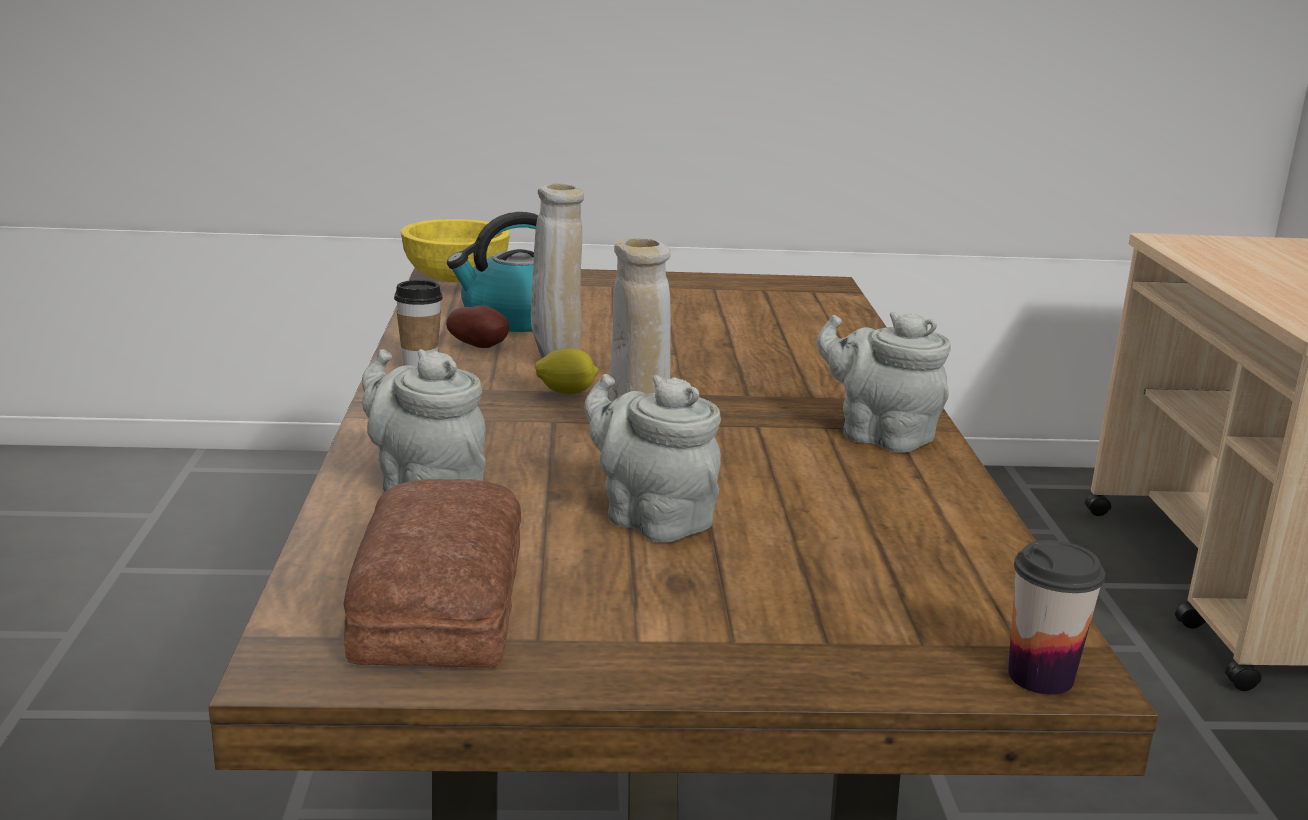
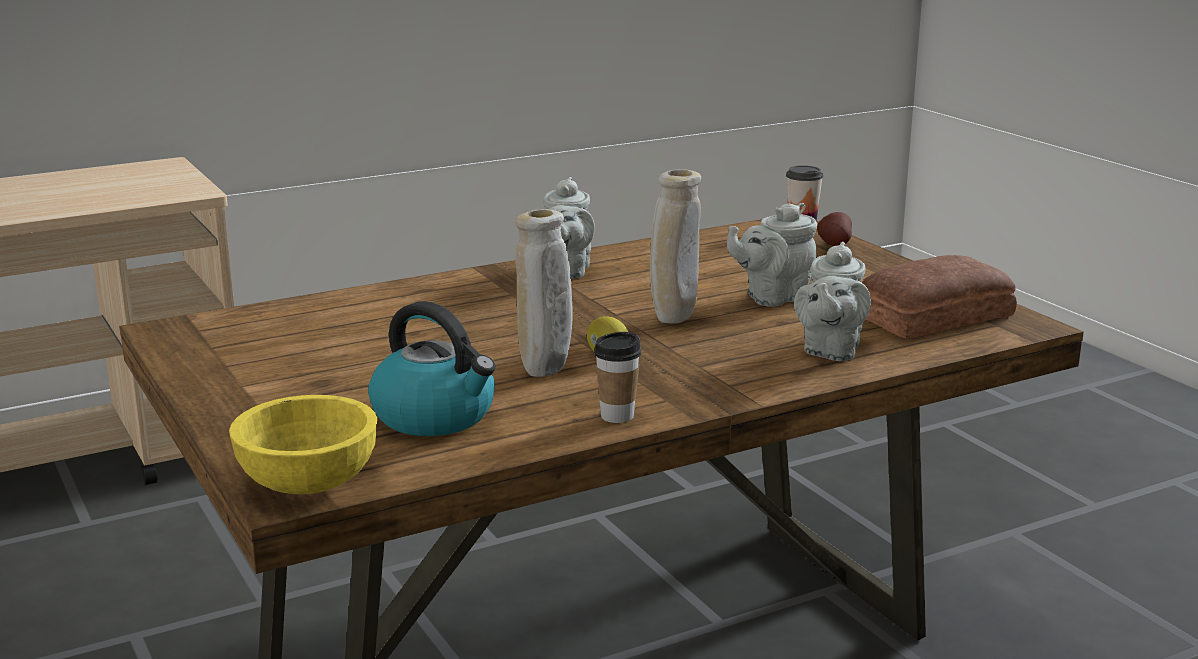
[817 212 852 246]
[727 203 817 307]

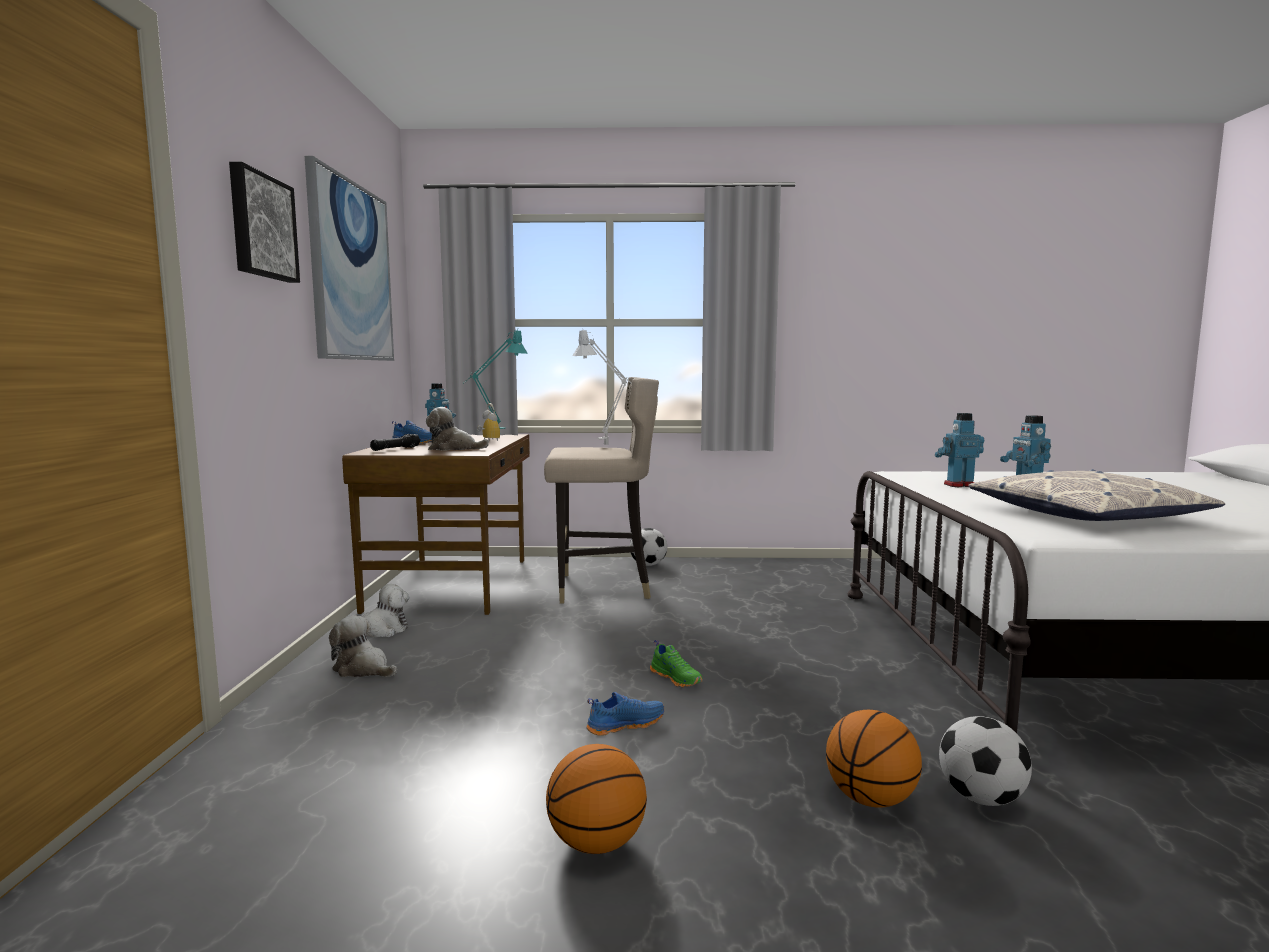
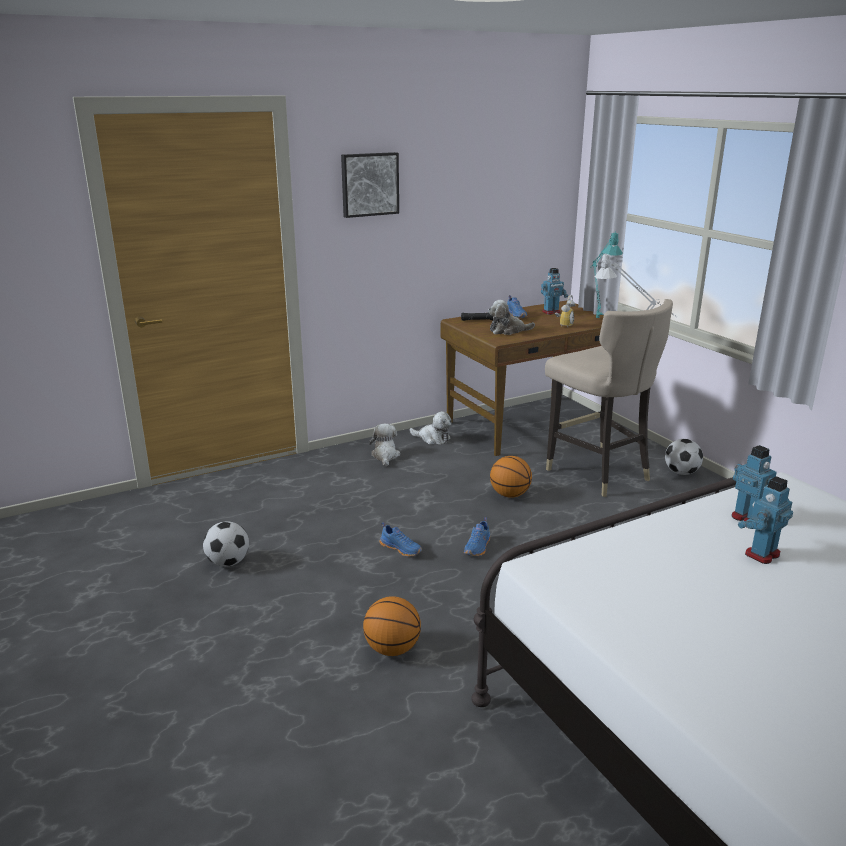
[305 156 394 361] (first image)
[968 469 1225 521] (first image)
[490 456 532 498]
[203 521 249 567]
[464 517 490 556]
[488 300 535 335]

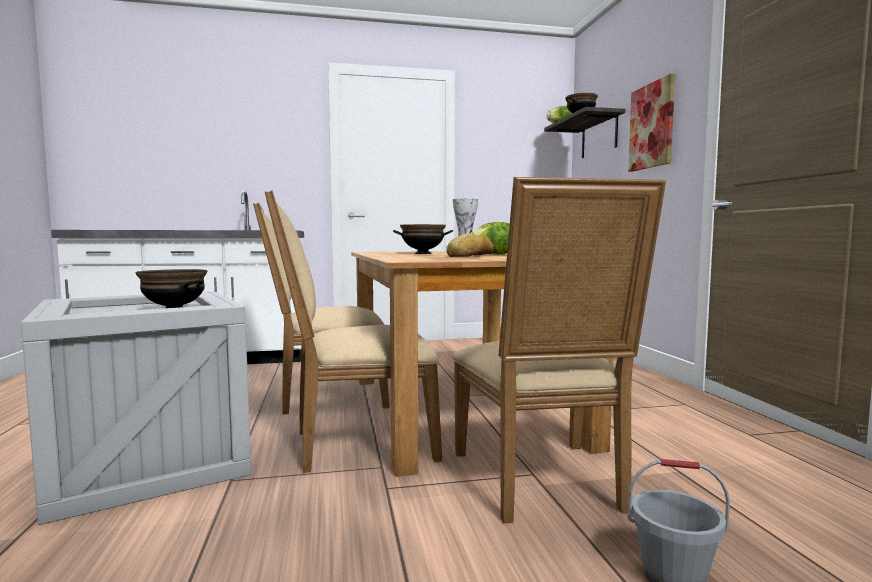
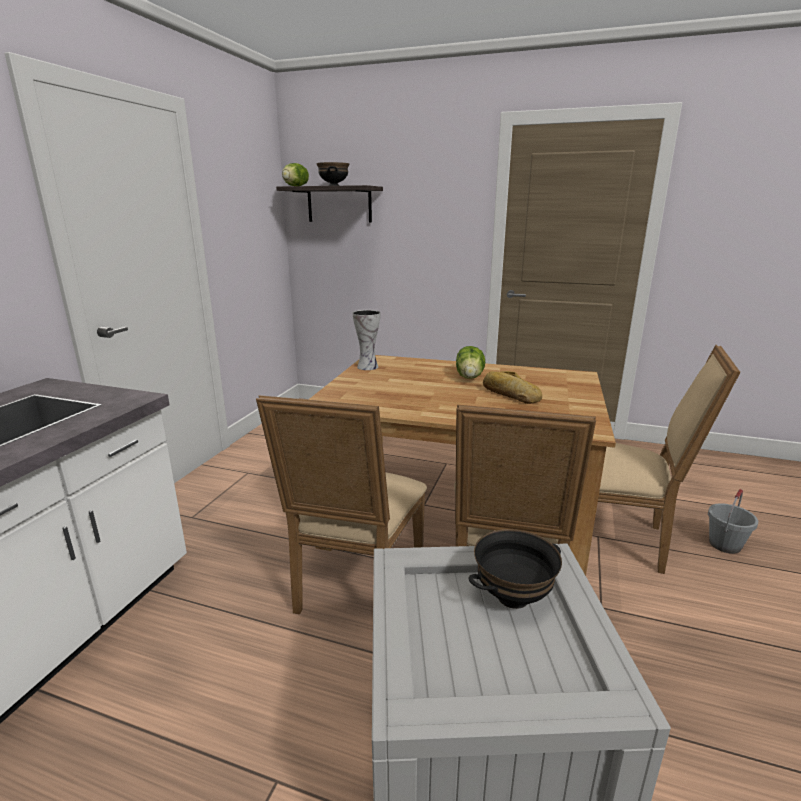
[393 224 453 254] (first image)
[628 73 675 172] (first image)

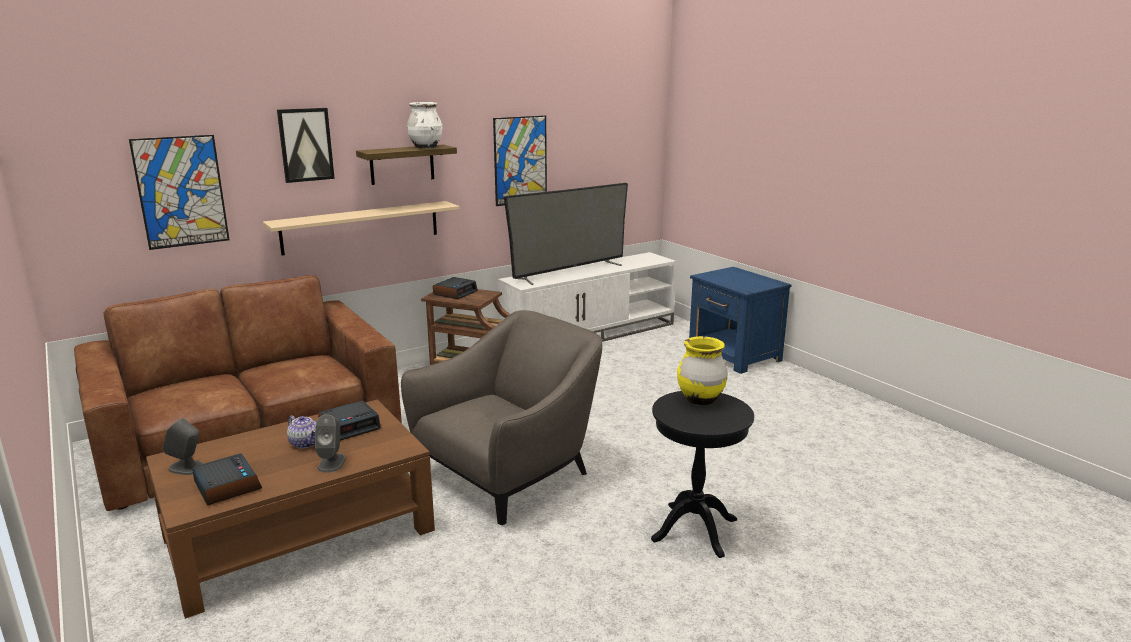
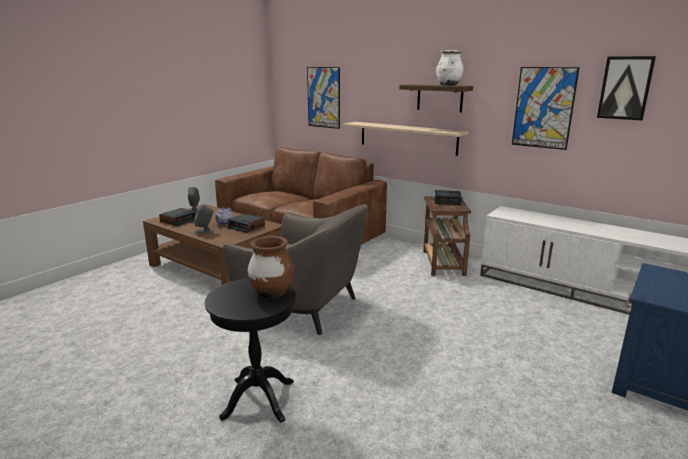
[504 183 628 285] (first image)
[597 56 656 120]
[248 236 294 299]

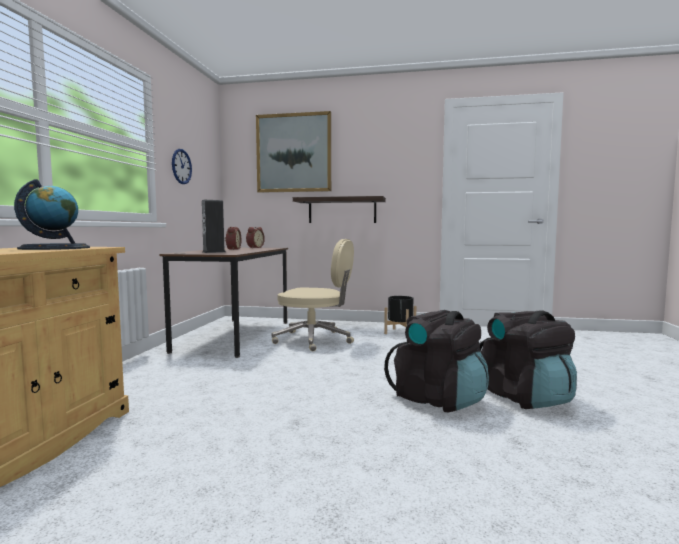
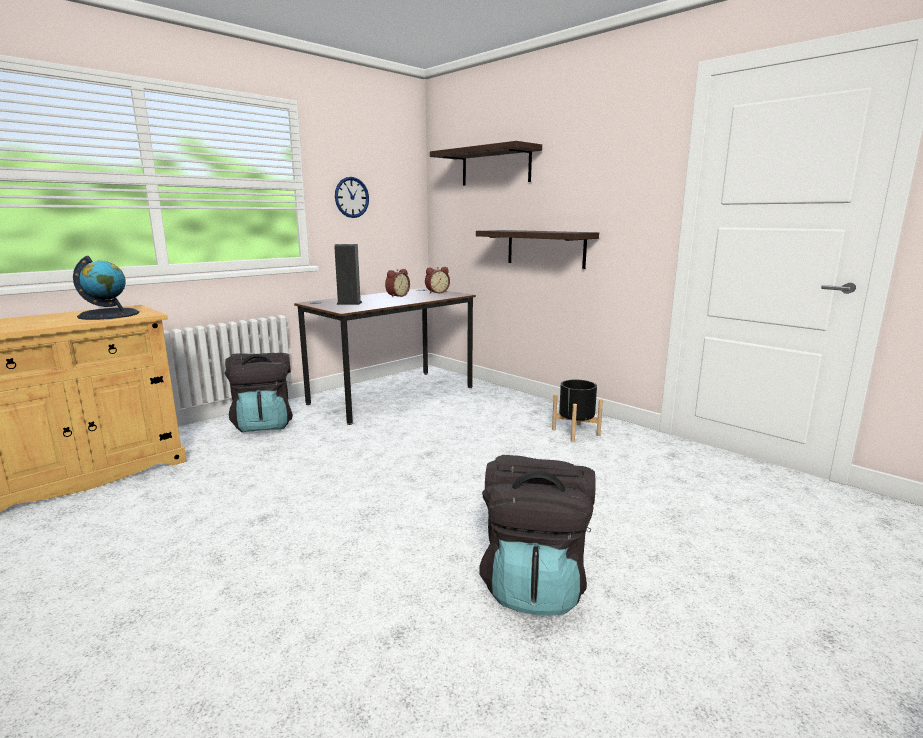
[272 239 354 351] (first image)
[225 353 293 432]
[430 141 542 186]

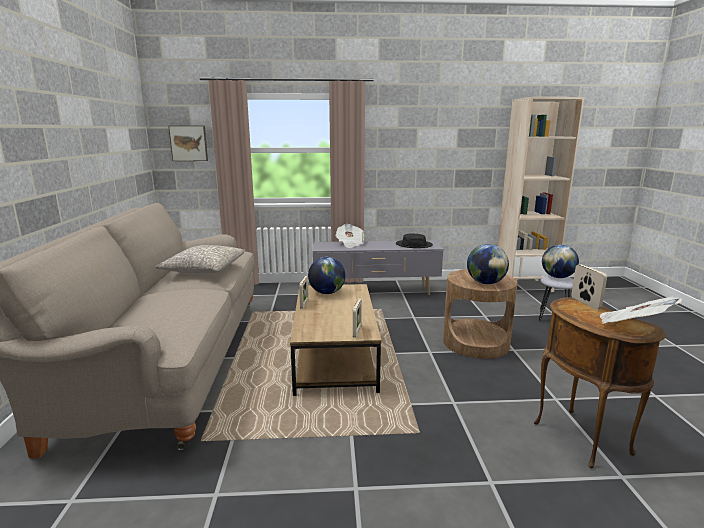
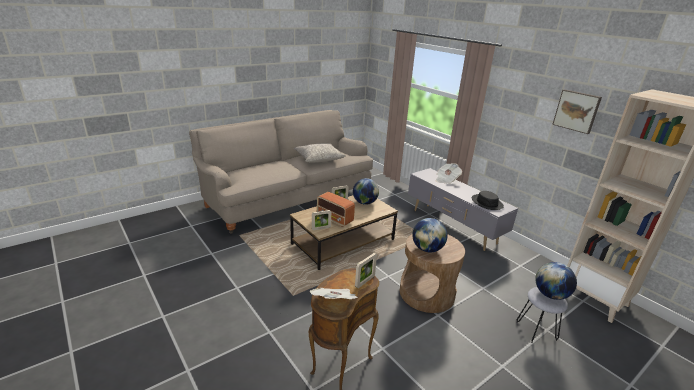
[317 192 355 227]
[552 89 602 134]

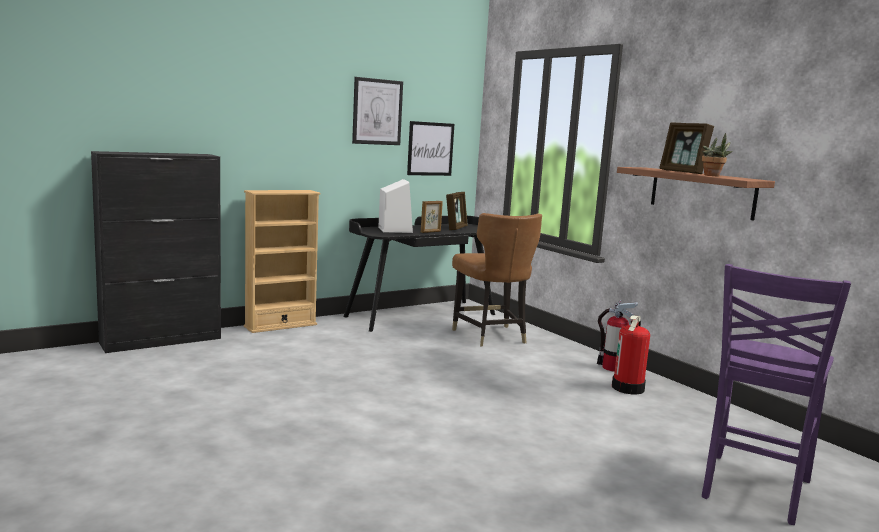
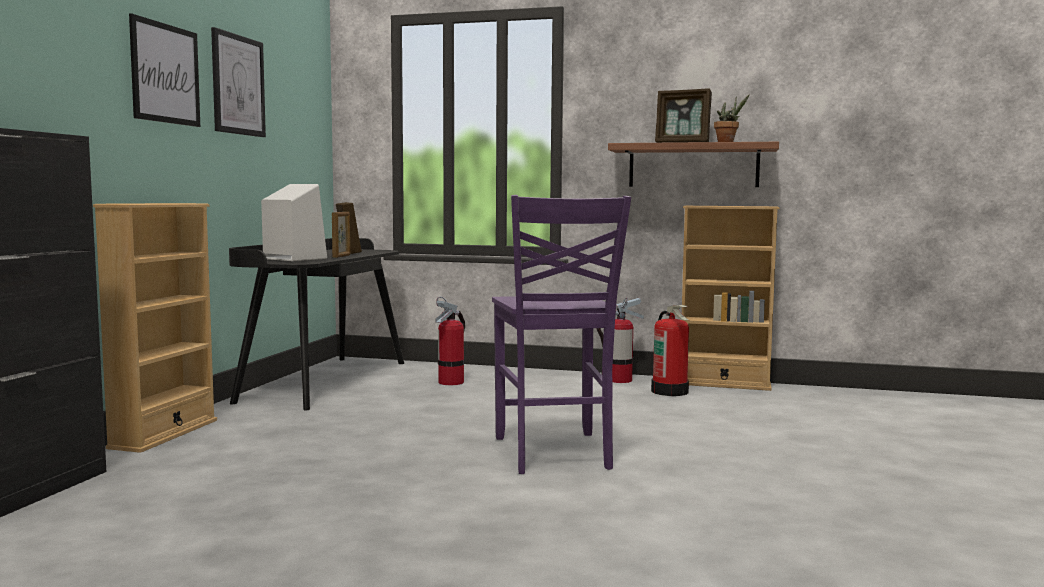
[681 206 779 391]
[129 13 200 127]
[492 195 631 474]
[435 297 465 385]

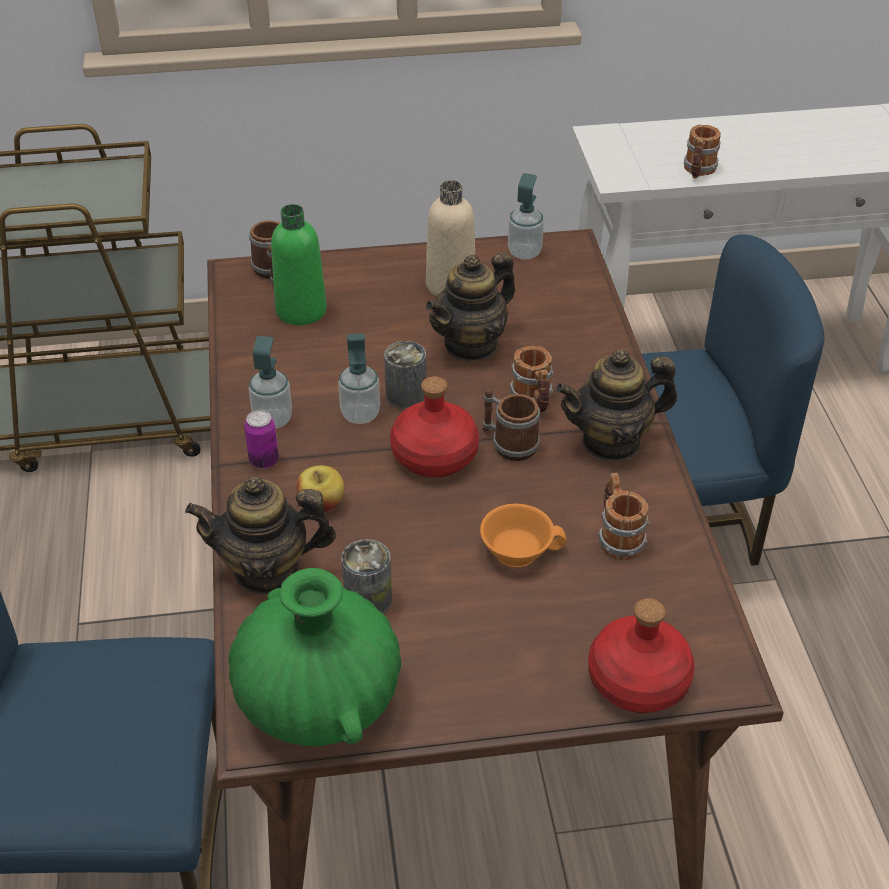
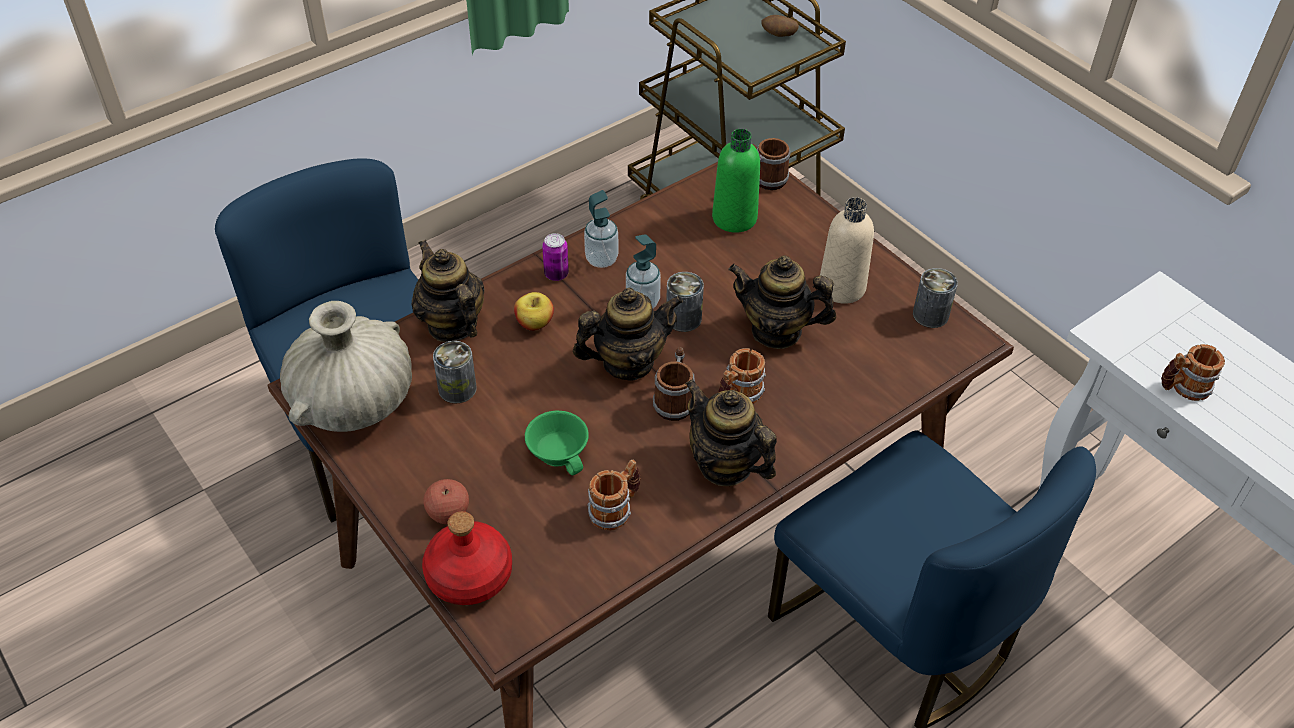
[423 479 469 524]
[761 15 799 37]
[573 288 683 381]
[913 268 958 328]
[280 301 412 432]
[525 411 589 475]

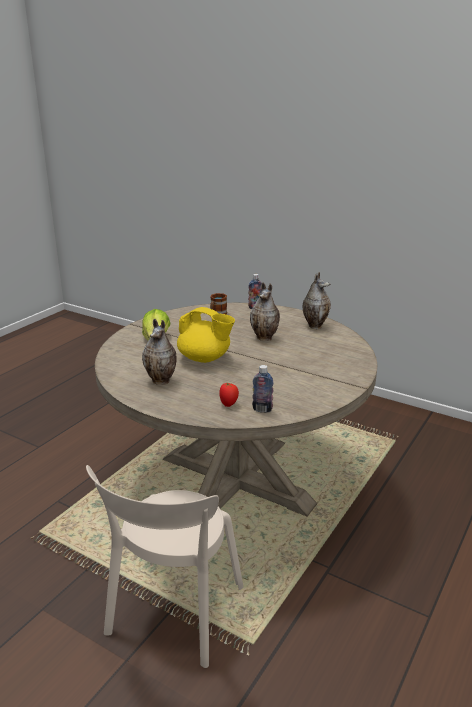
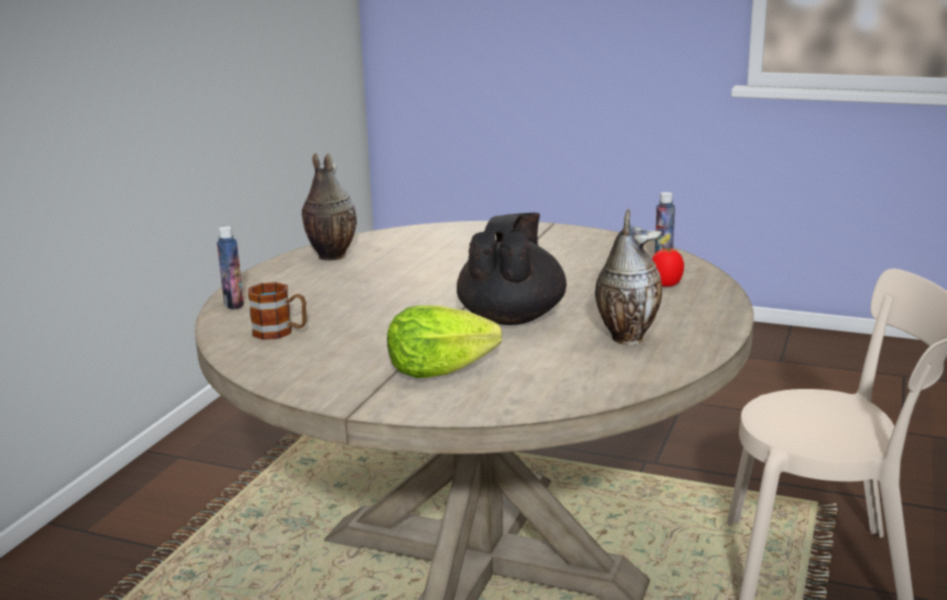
[250 282 280 341] (first image)
[457 213 567 325]

